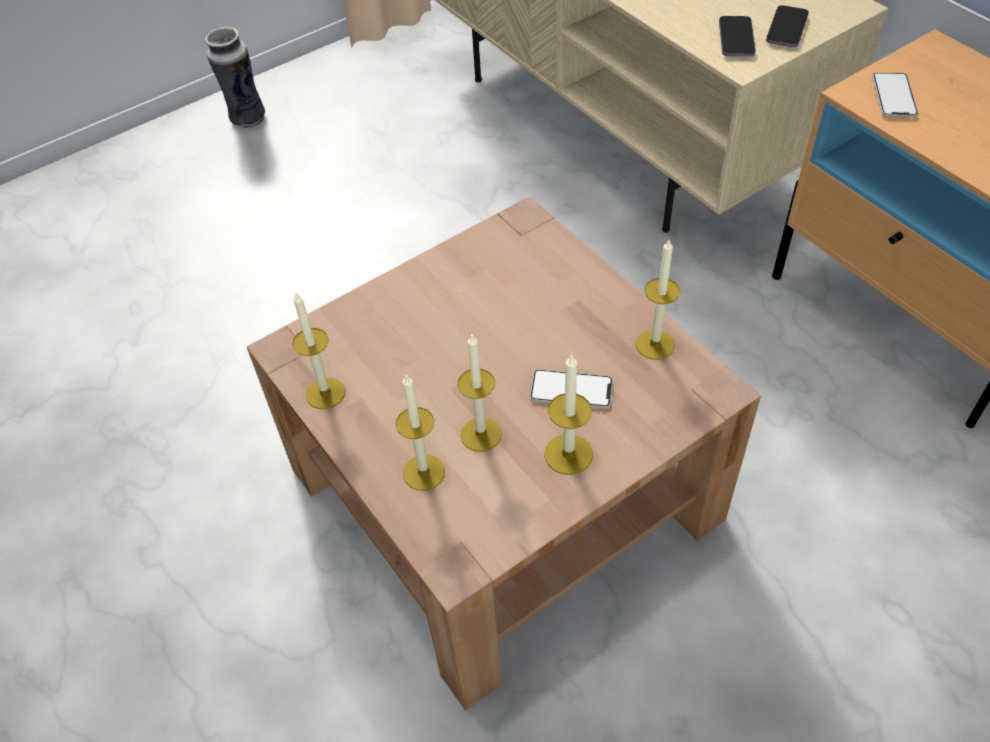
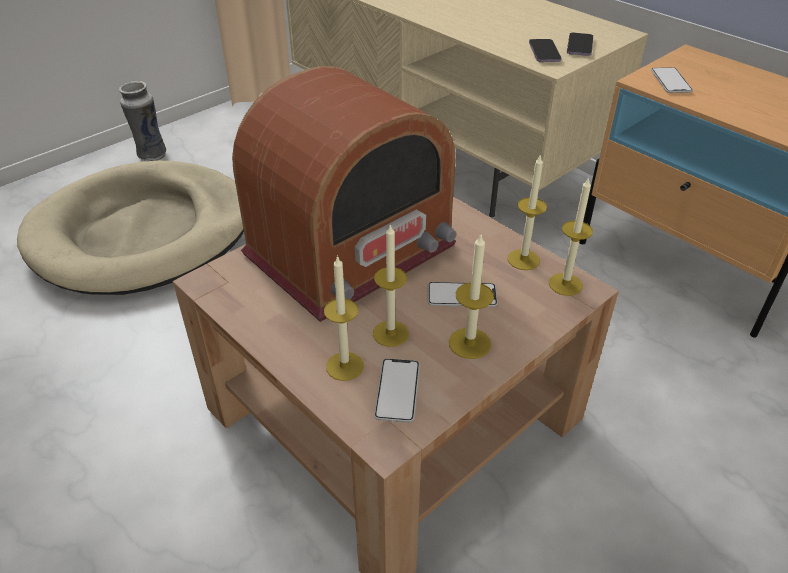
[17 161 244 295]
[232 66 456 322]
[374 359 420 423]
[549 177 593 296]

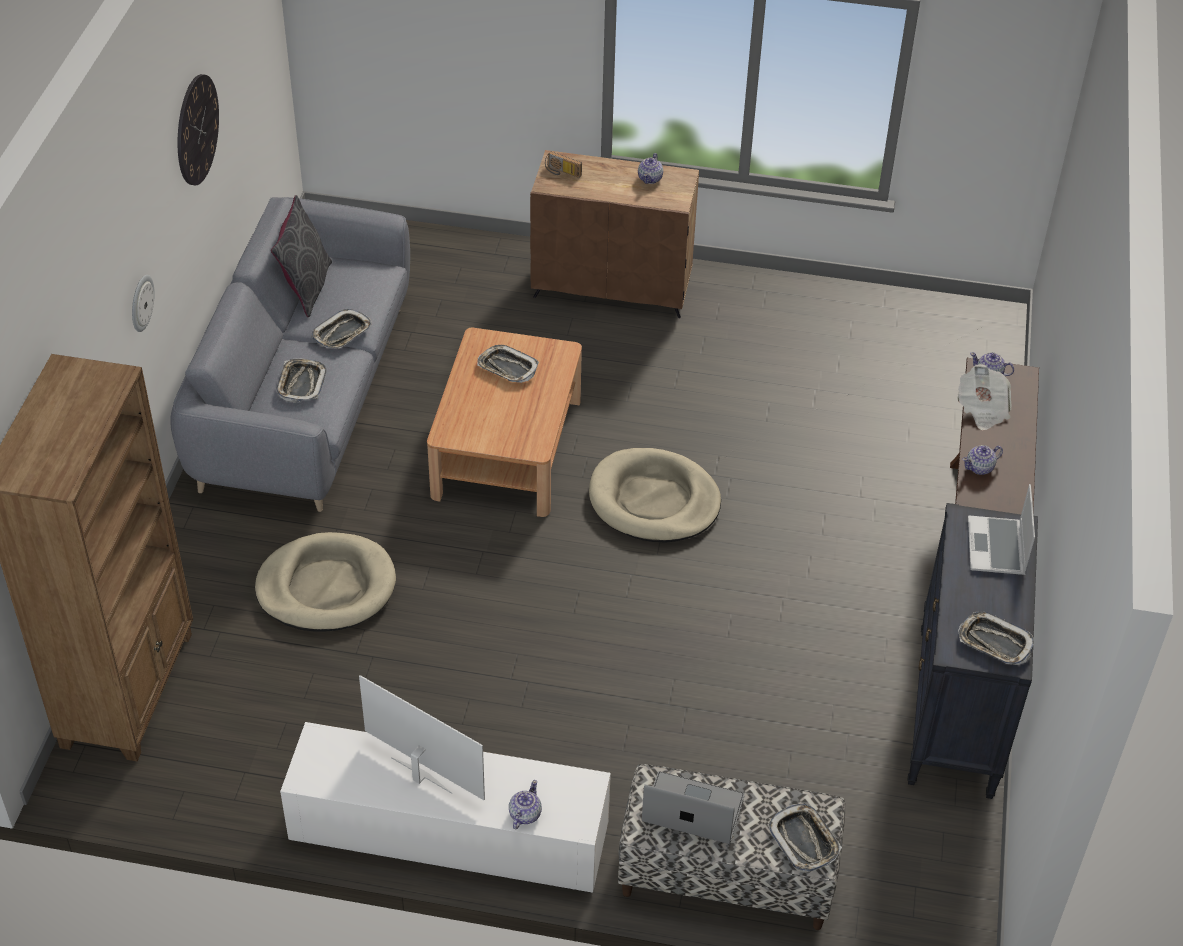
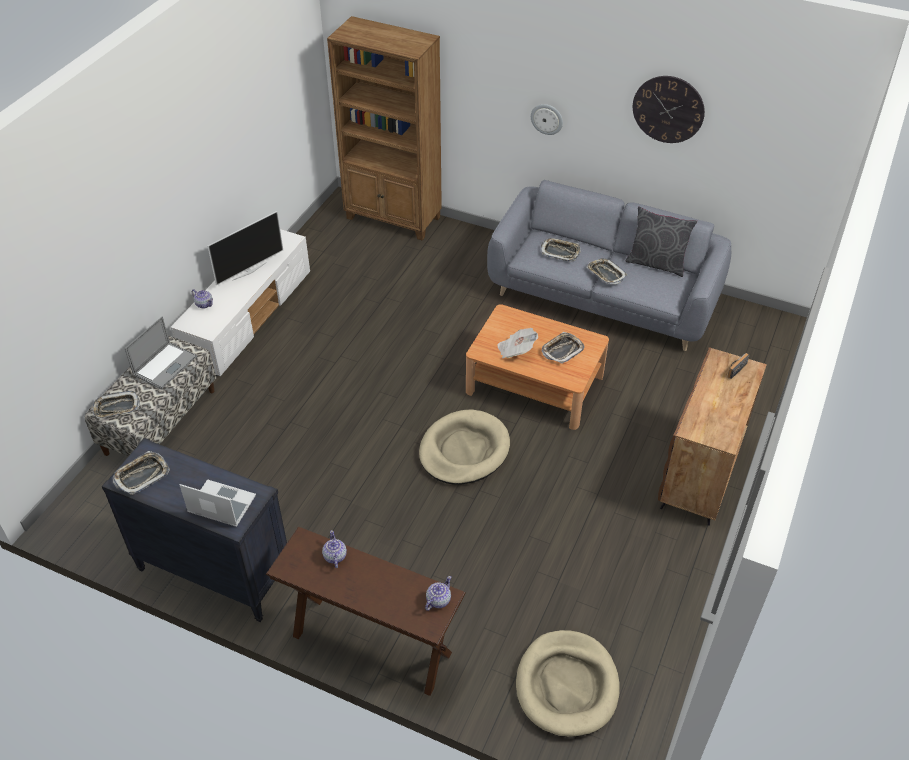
[638 153 663 184] (first image)
[516 630 620 737]
[497 328 538 358]

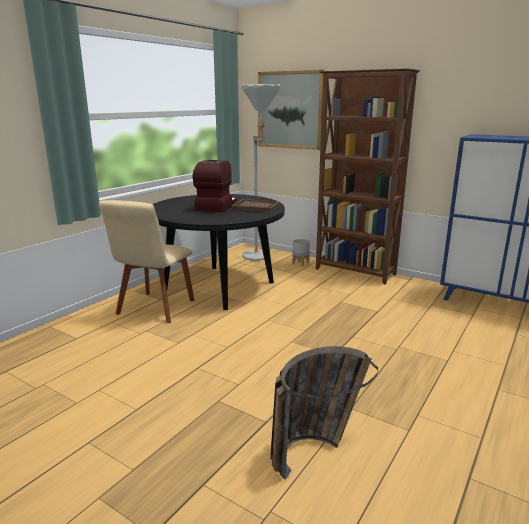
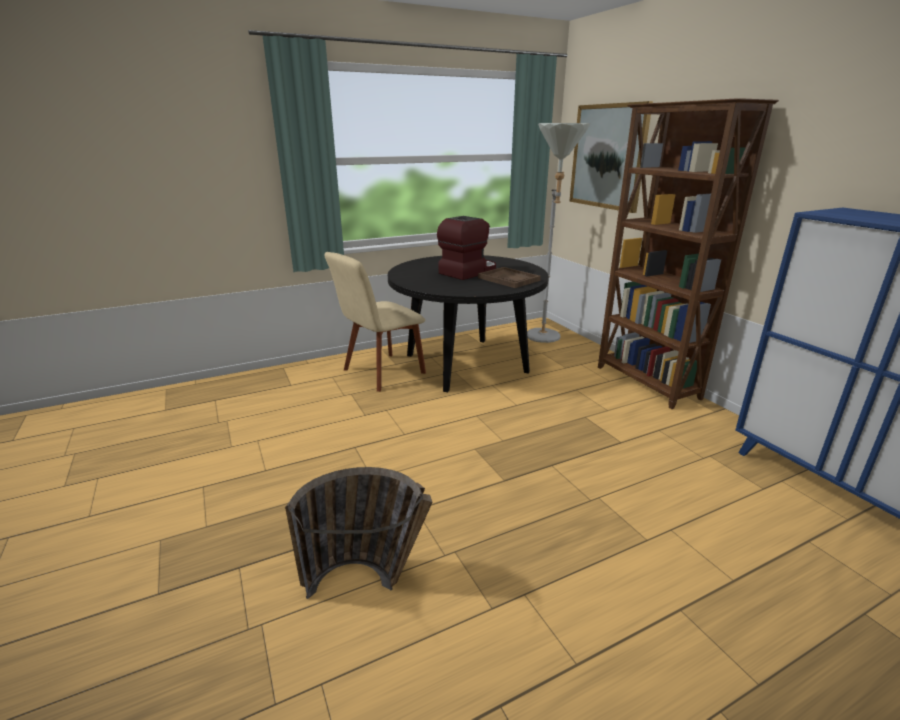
[292 239 310 266] (first image)

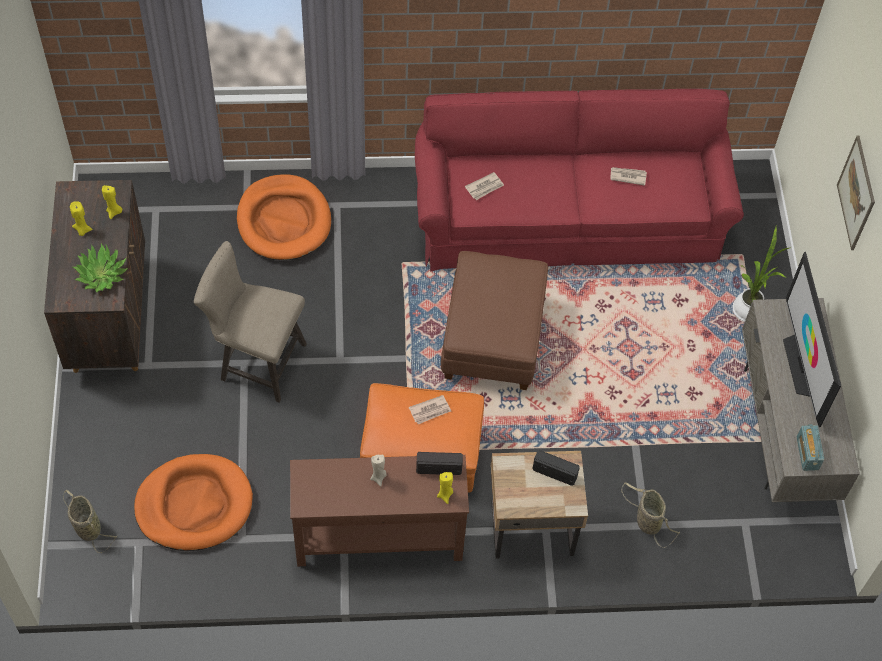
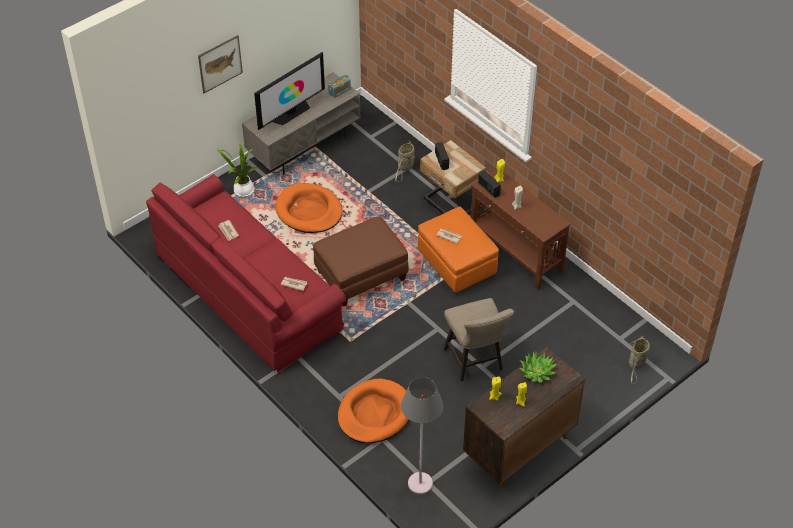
[401 377 443 494]
[275 183 343 233]

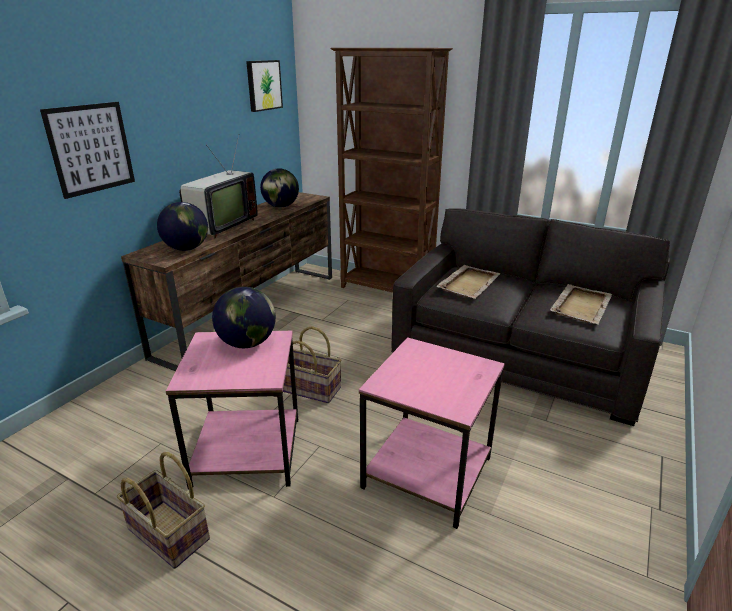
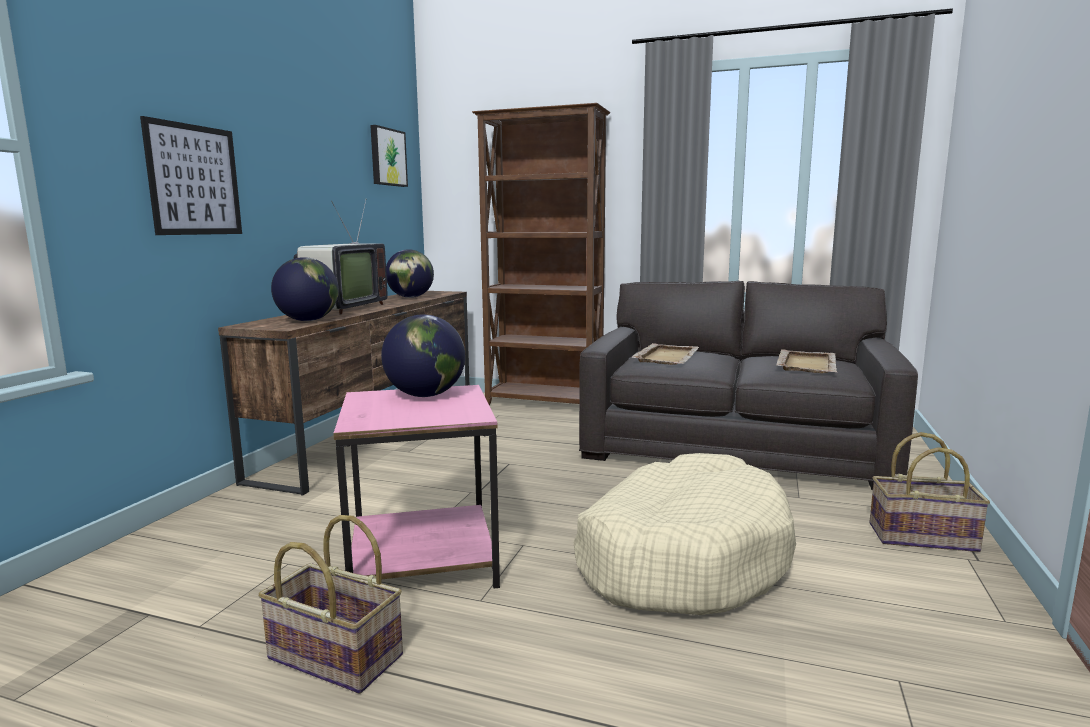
[869 432 990 552]
[574 453 796 615]

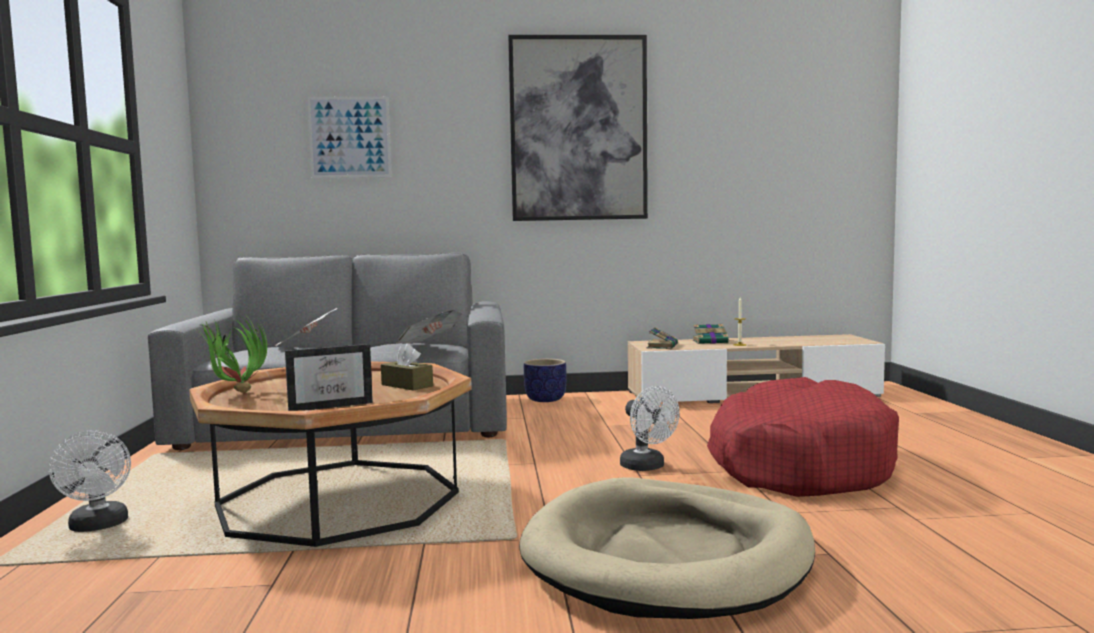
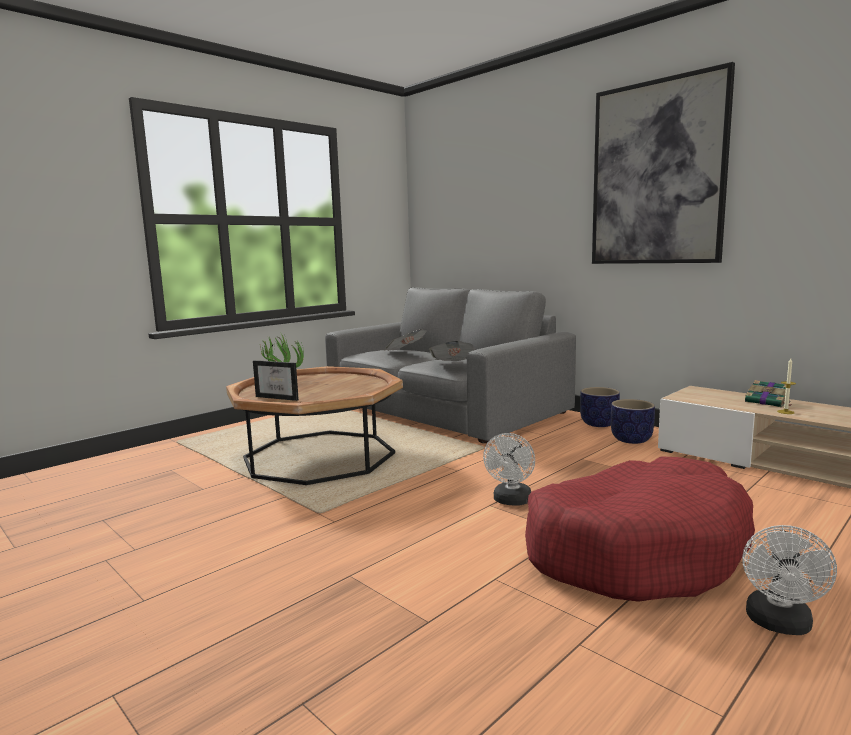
[307 97 392 178] (first image)
[381 344 433 391] (first image)
[519 477 815 619] (first image)
[647 328 678 349] (first image)
[611 399 655 444]
[742 525 837 635]

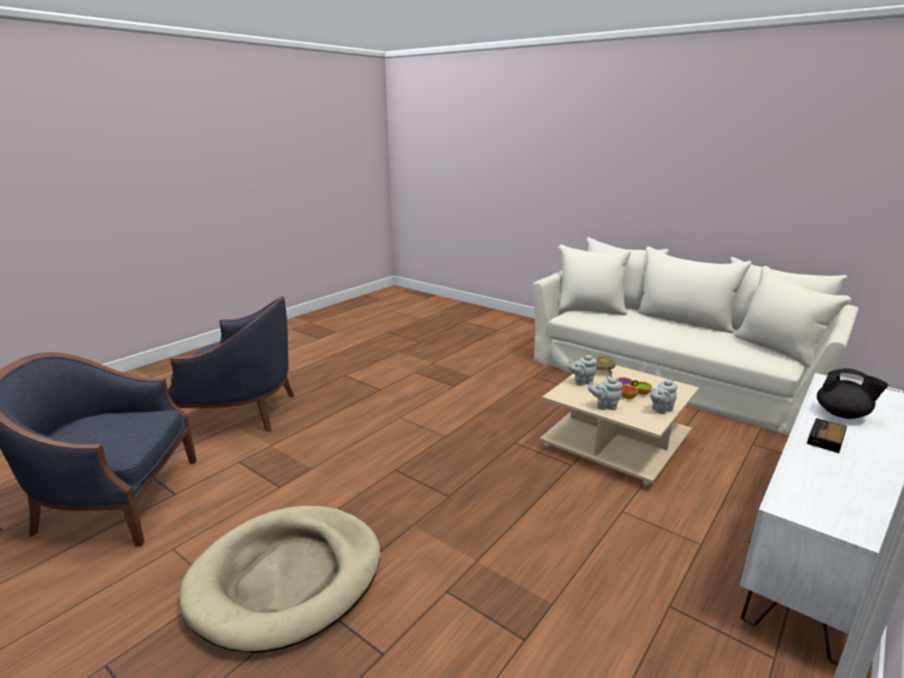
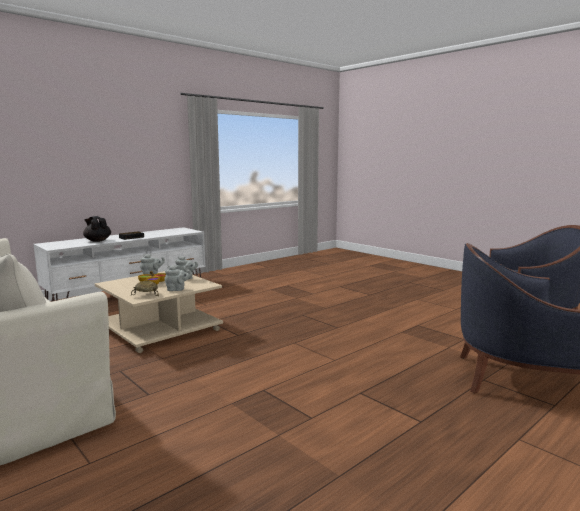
[179 506 380 653] (first image)

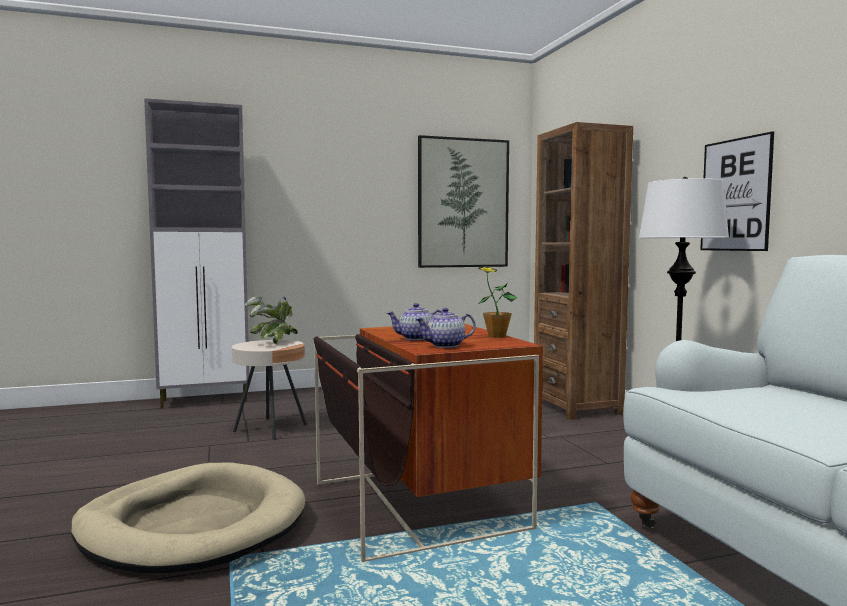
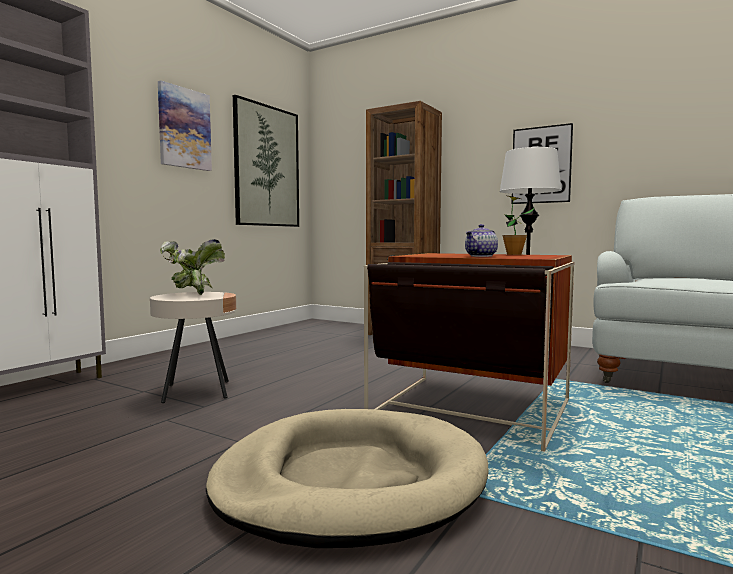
[415 308 475 348] (first image)
[158 80 212 171]

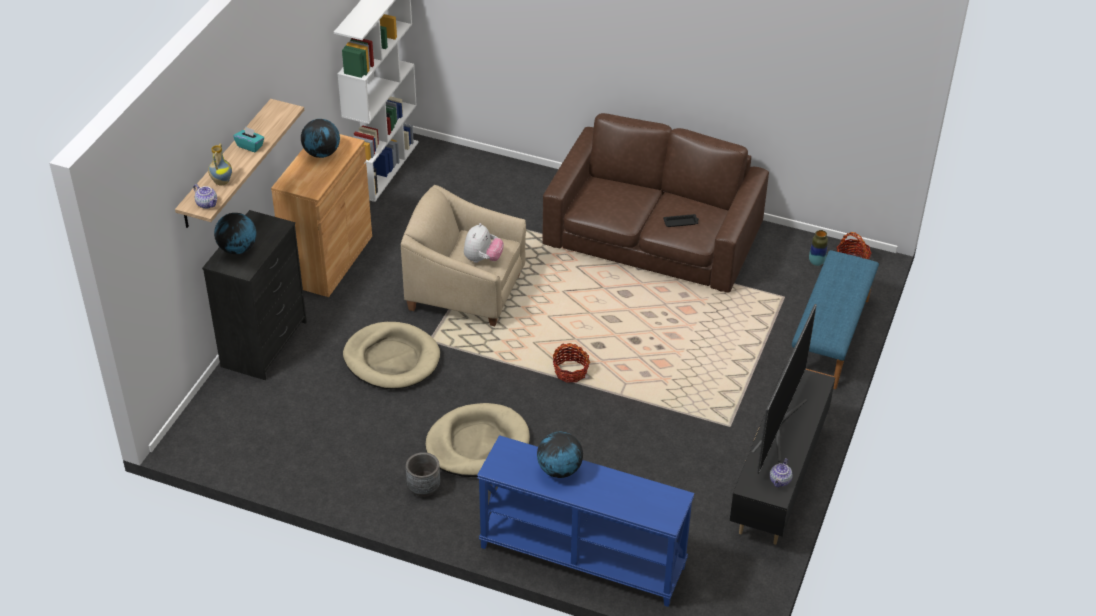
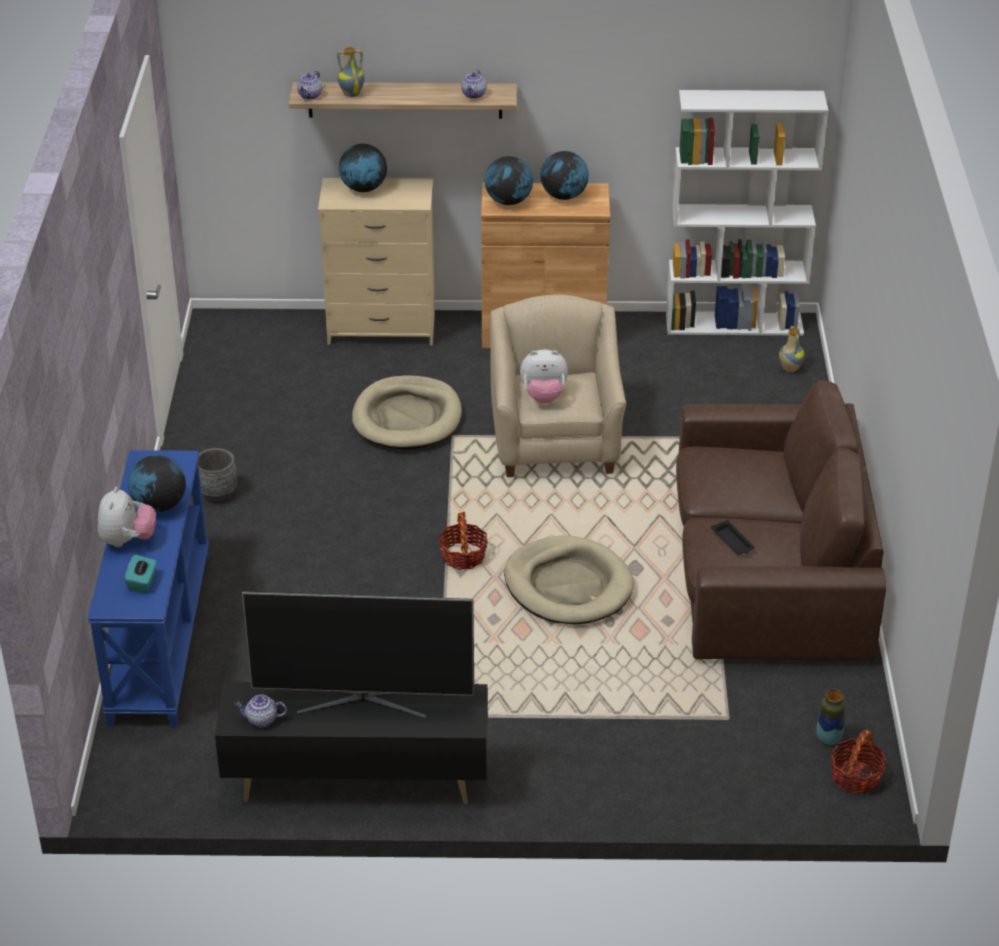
[792 250 879 389] (first image)
[98 487 156 547]
[462 70 486 99]
[485 156 533 205]
[779 326 805 372]
[125 555 157 592]
[504 536 634 624]
[318 178 435 345]

